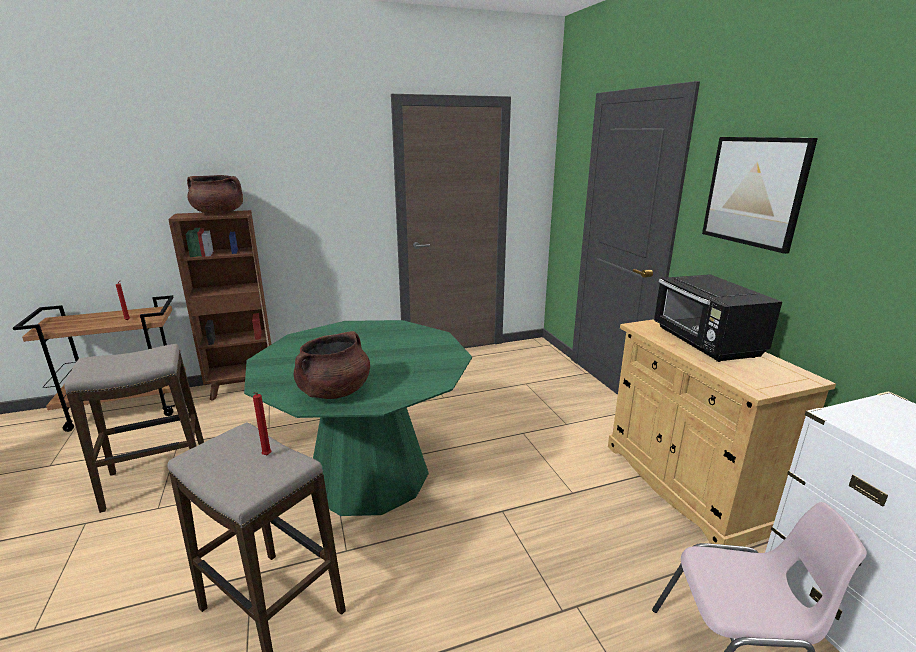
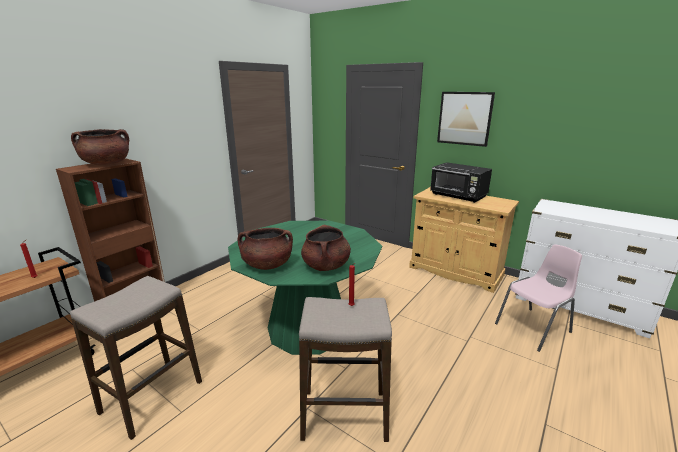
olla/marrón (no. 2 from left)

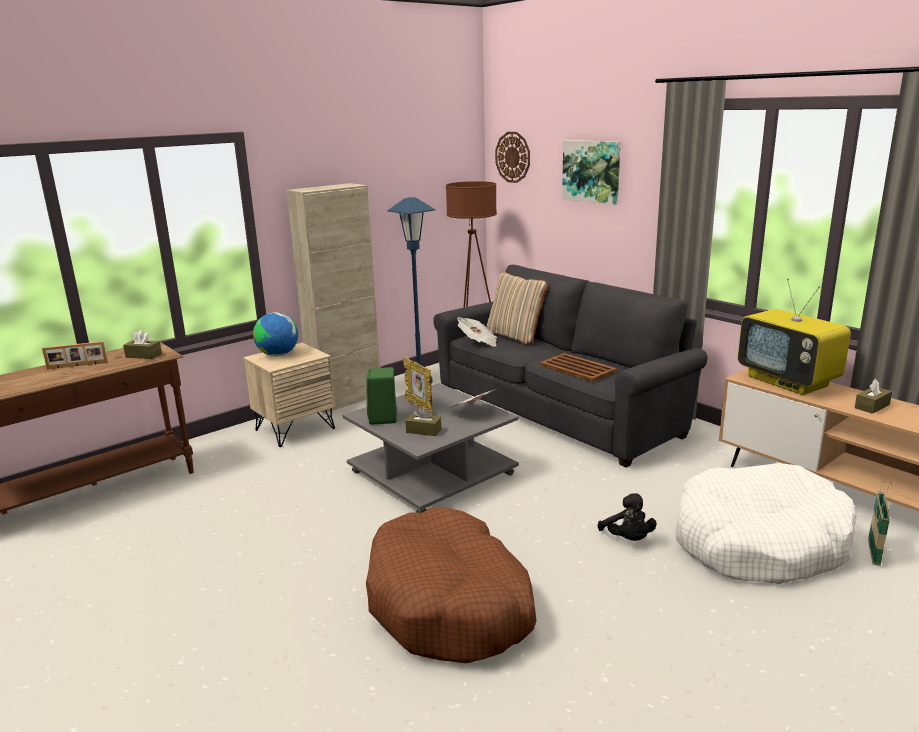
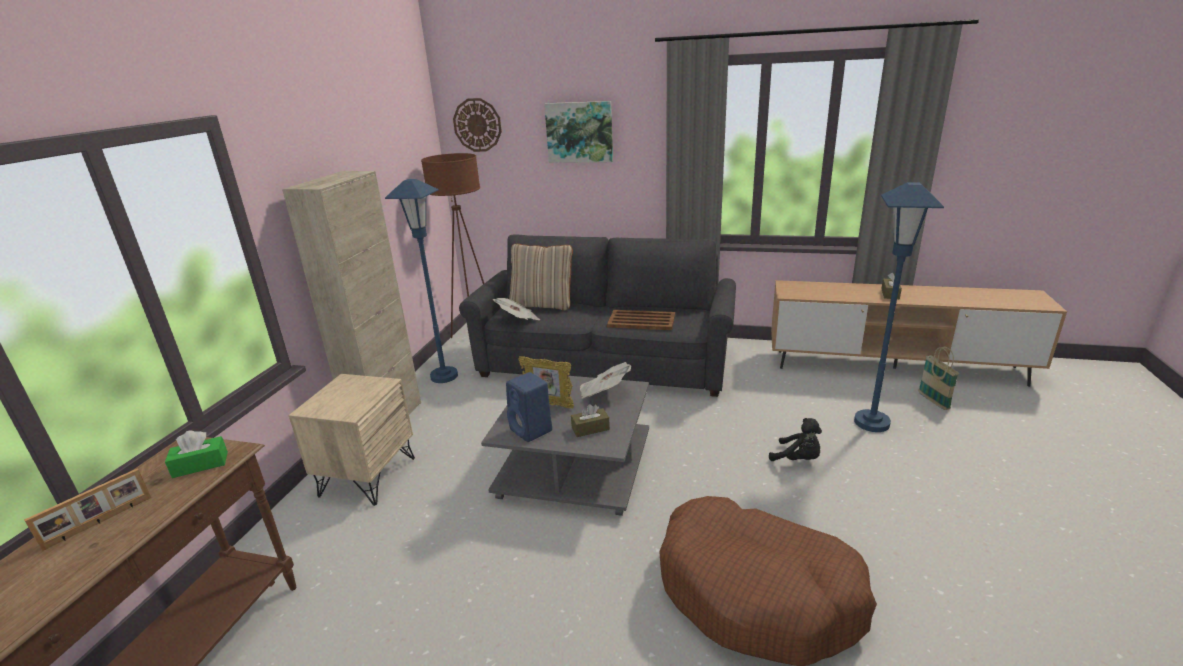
televisor
globo terráqueo
caja de pañuelos/verde
altavoz/azul
lámpara de pie/azul (no. 2 from left)

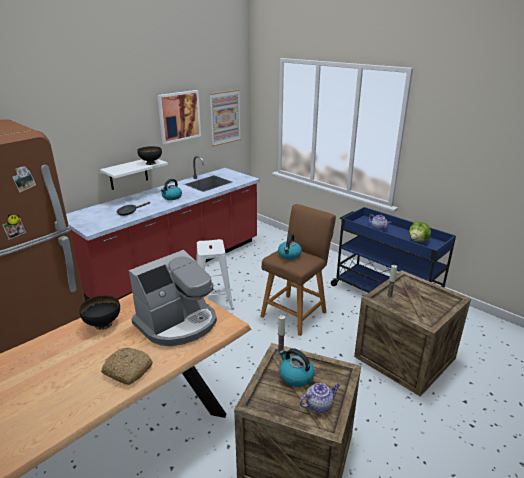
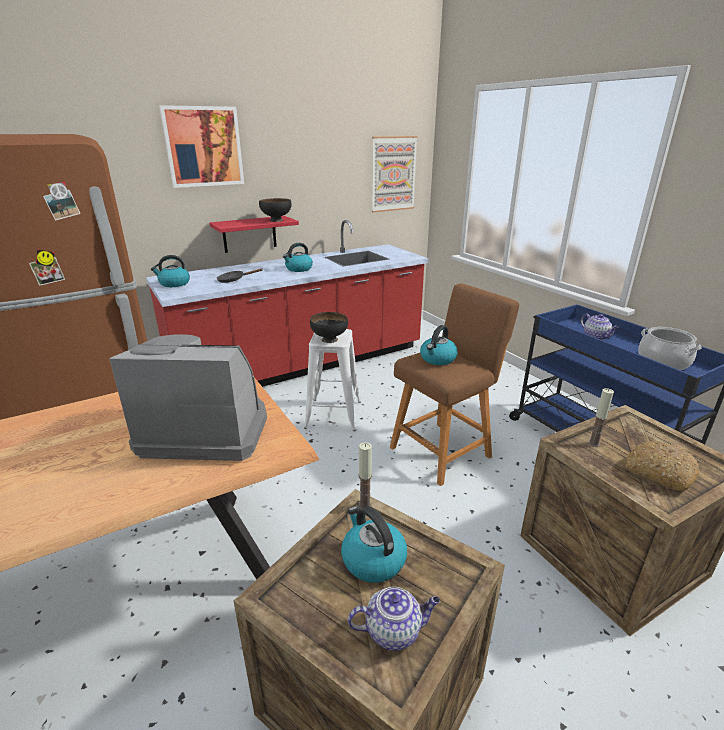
cuadro (no. 1 from left)
estante/rojo
olla
cafetera
cuenco/negro (no. 2 from left)
pan
hervidor (no. 1 from left)

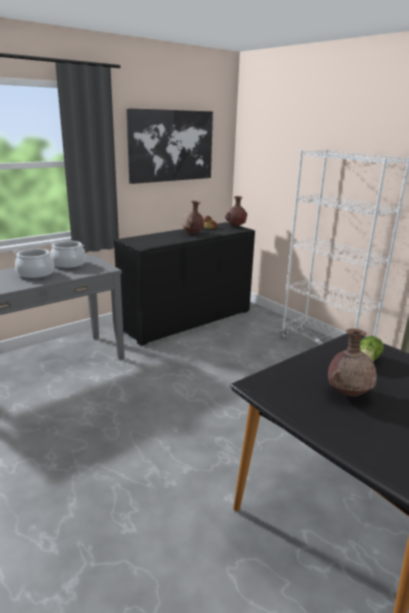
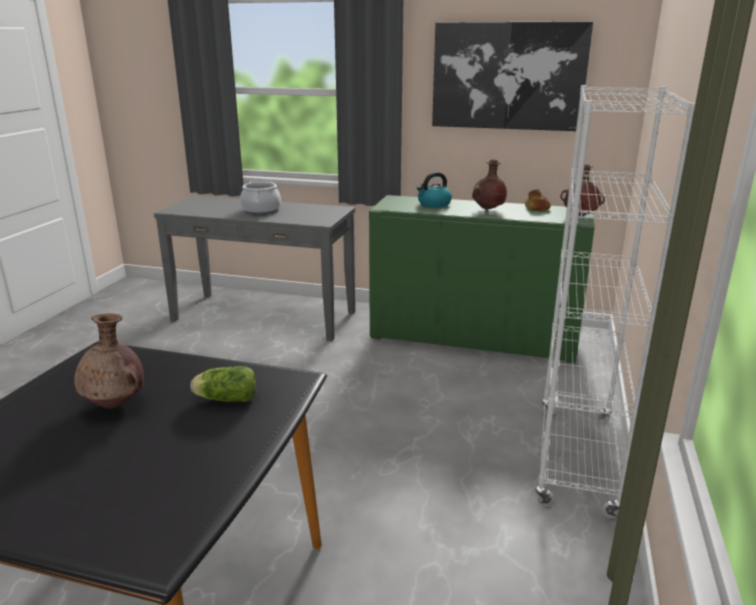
armario/verde
olla (no. 2 from left in the first image)
hervidor

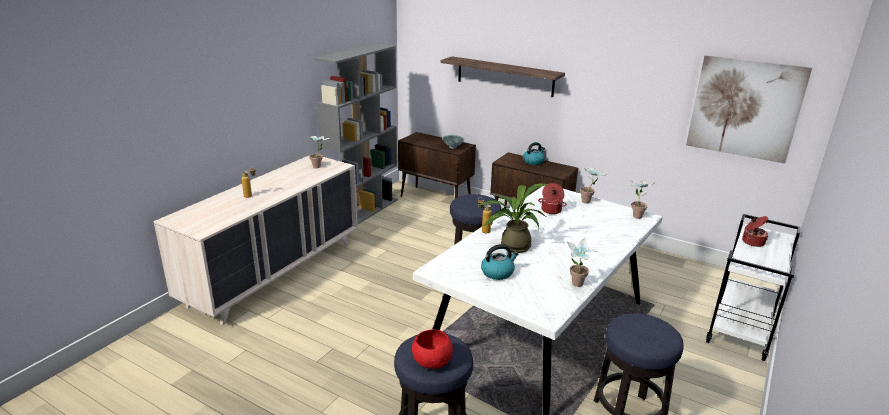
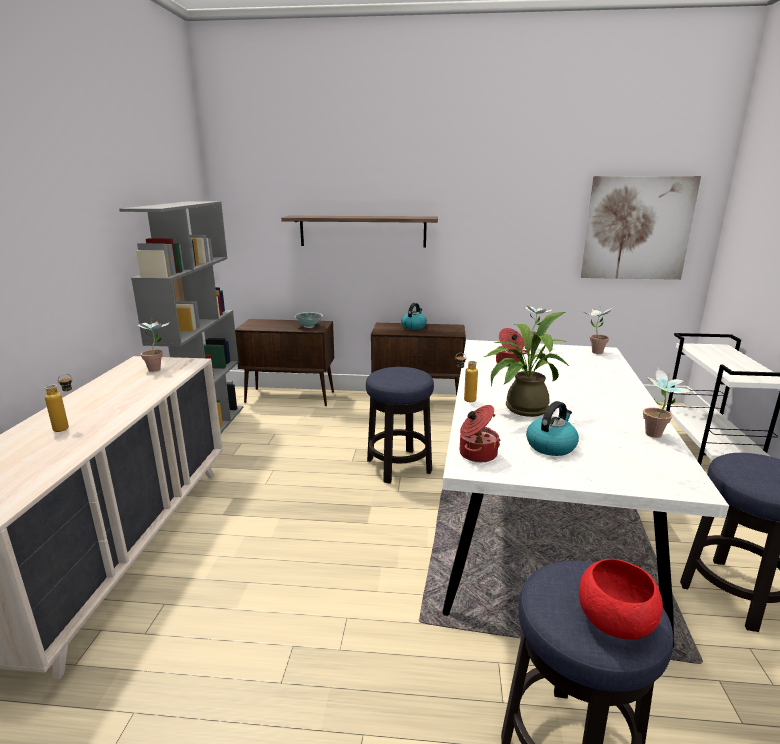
olla (no. 1 from left)

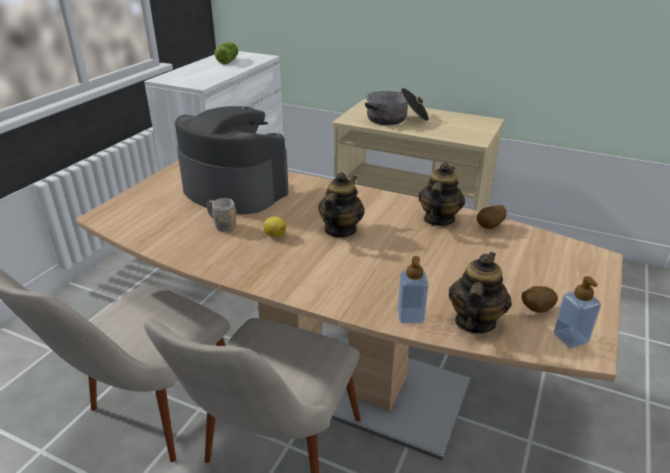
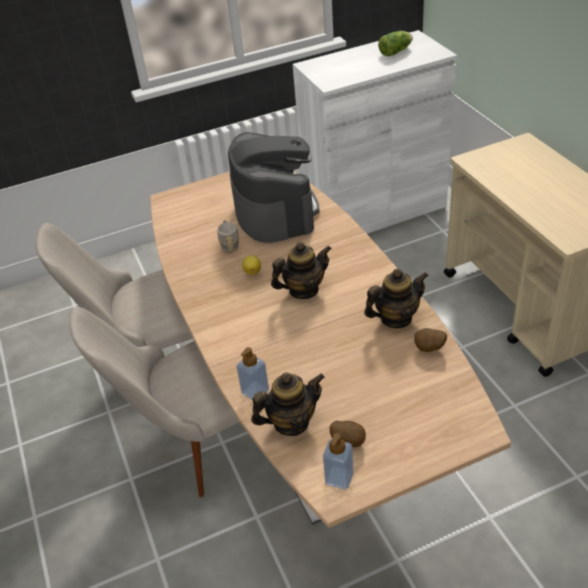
olla

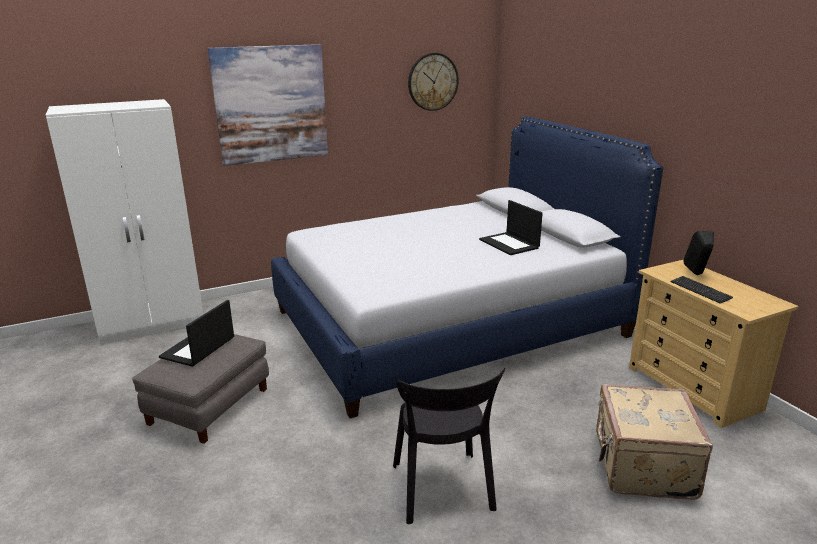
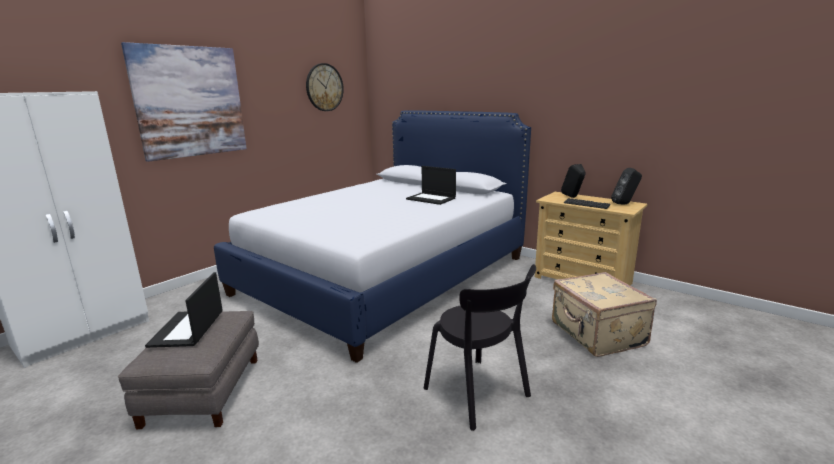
altavoz/negro (no. 2 from left)

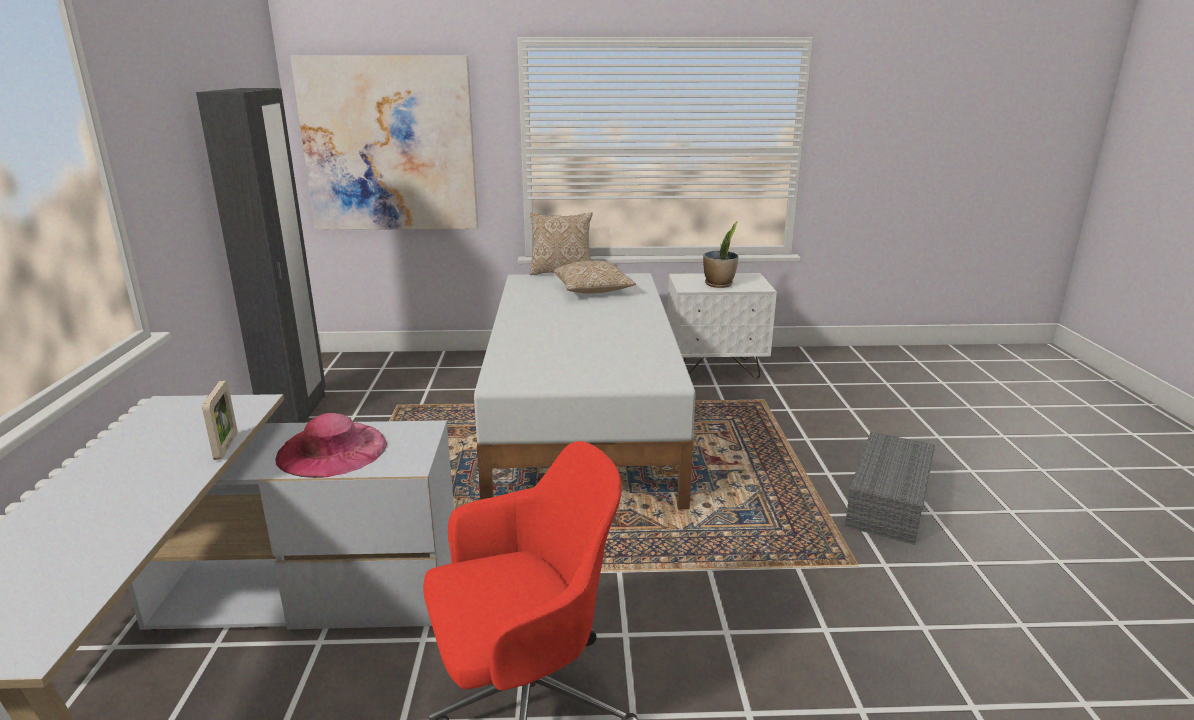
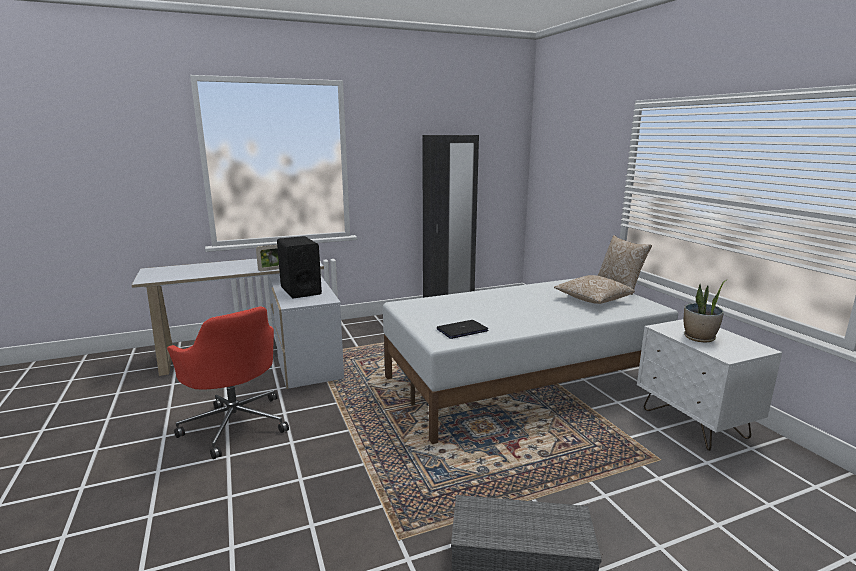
cuadro
altavoz/negro
portátil

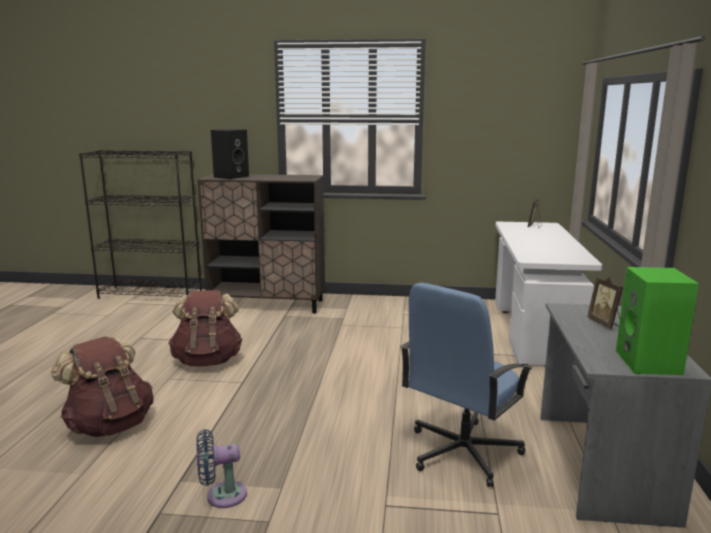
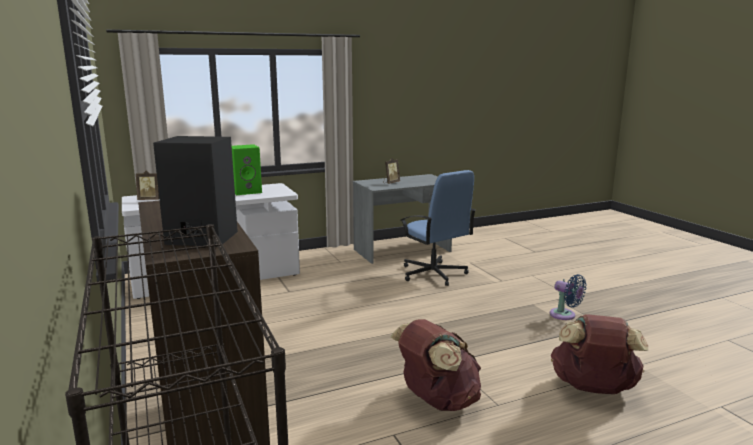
altavoz/verde
silla de oficina/azul

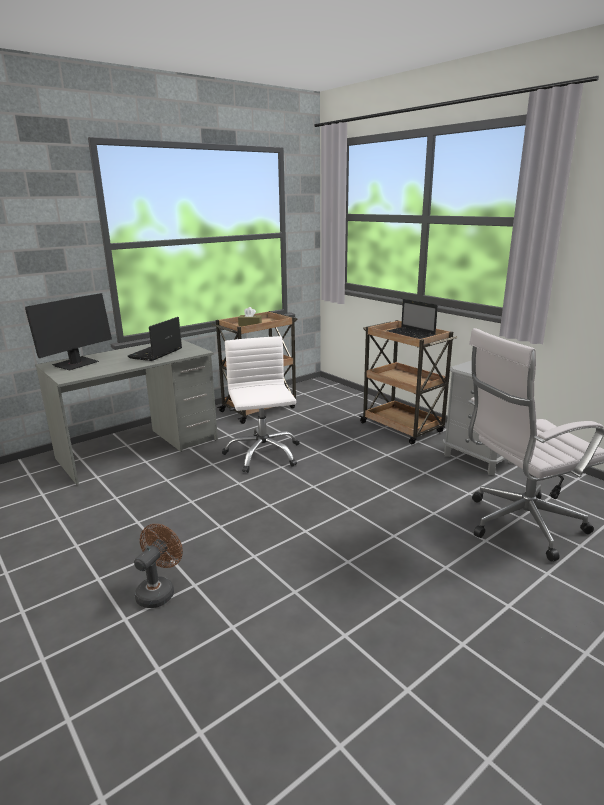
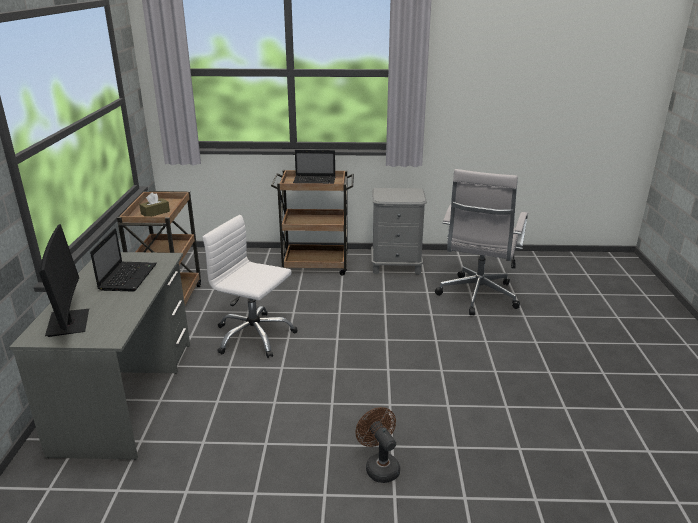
portátil (no. 1 from left)

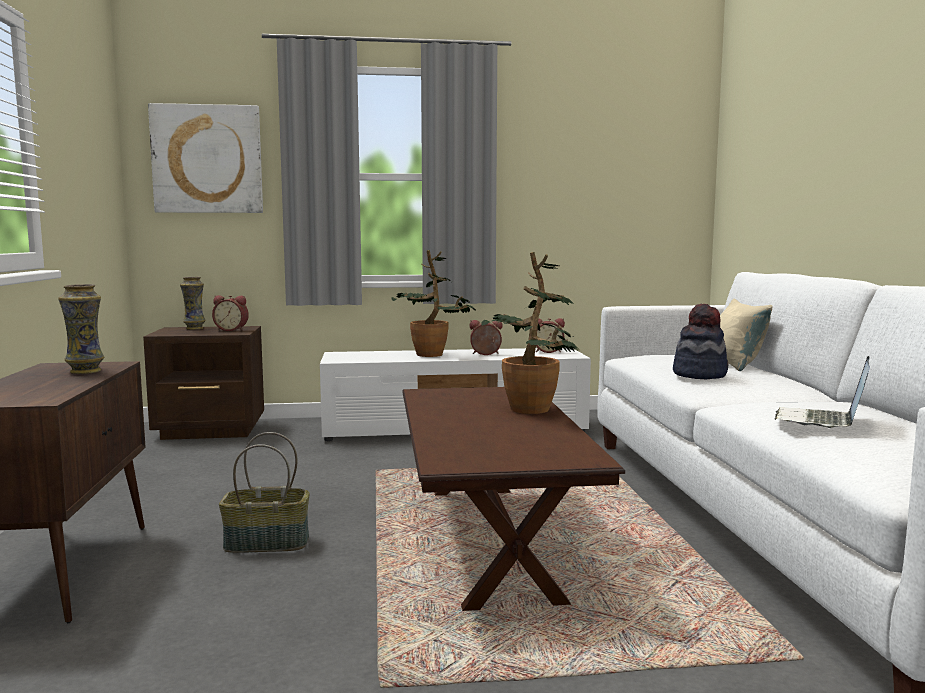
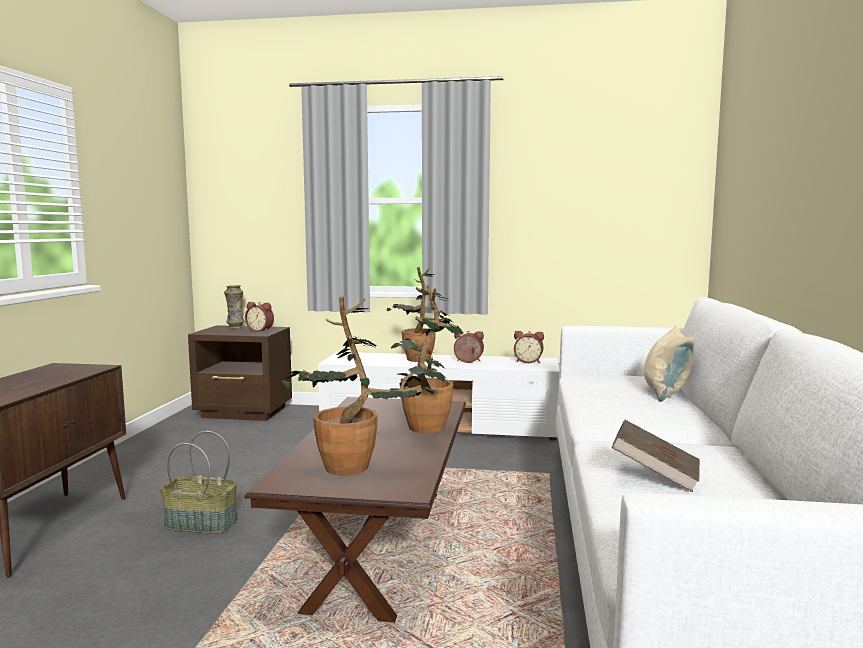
cuadro
florero (no. 1 from left in the first image)
sombrero
libro/marrón
planta en maceta (no. 1 from left)

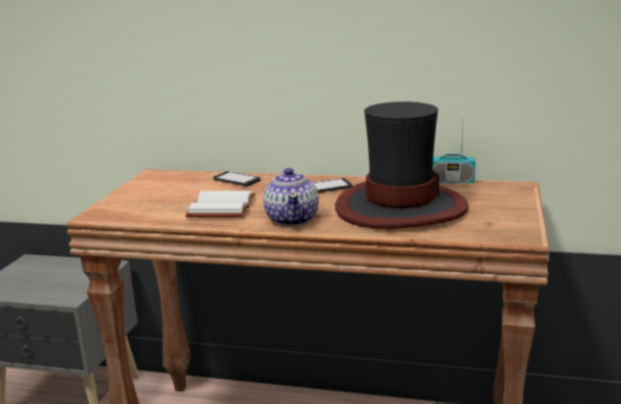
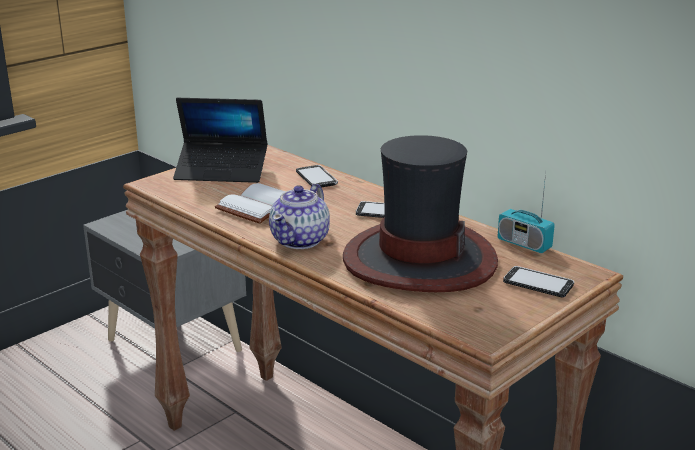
portátil
móvil (no. 3 from left)

